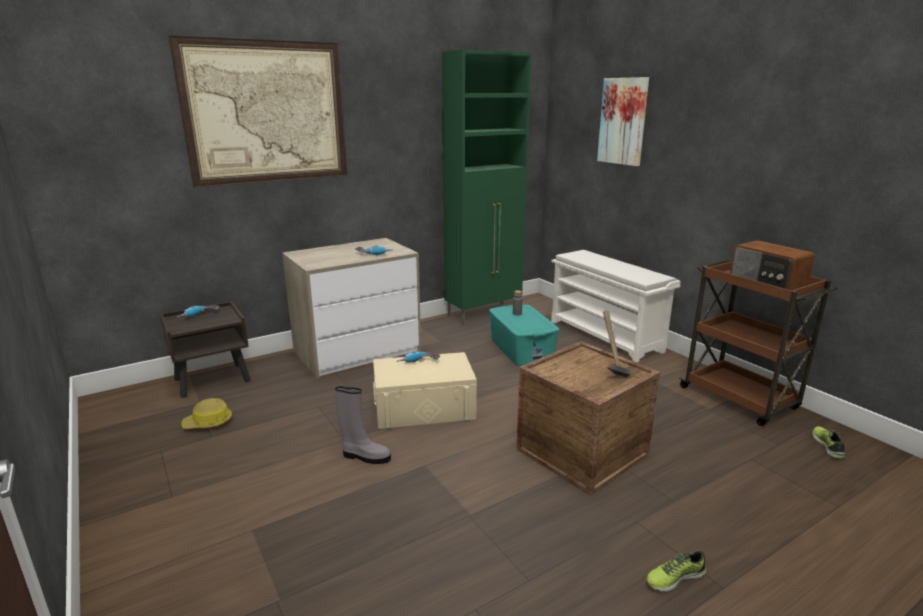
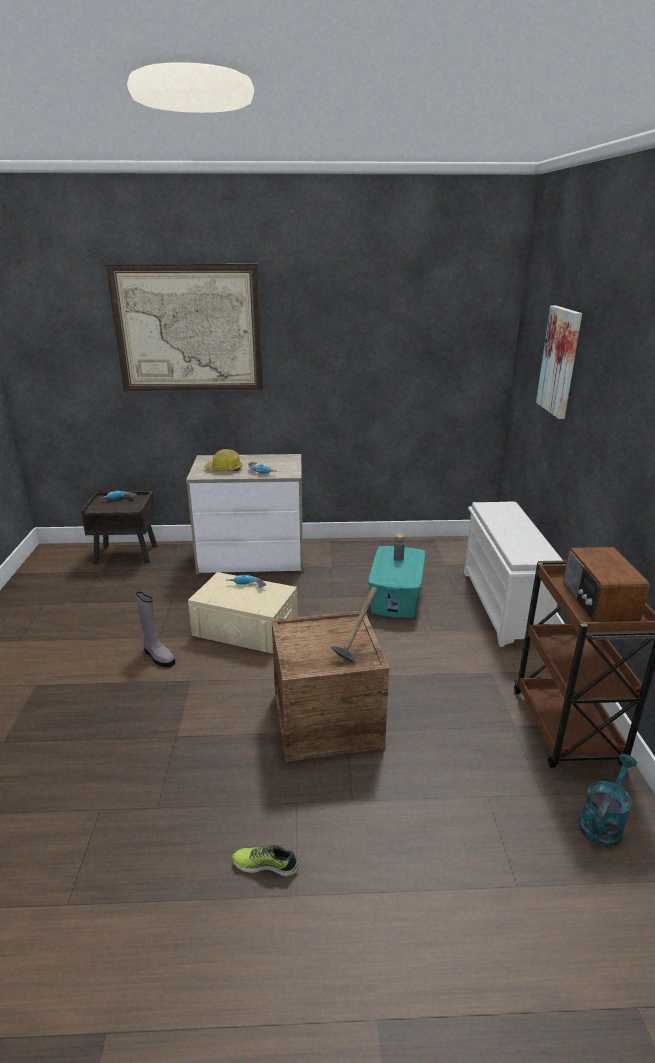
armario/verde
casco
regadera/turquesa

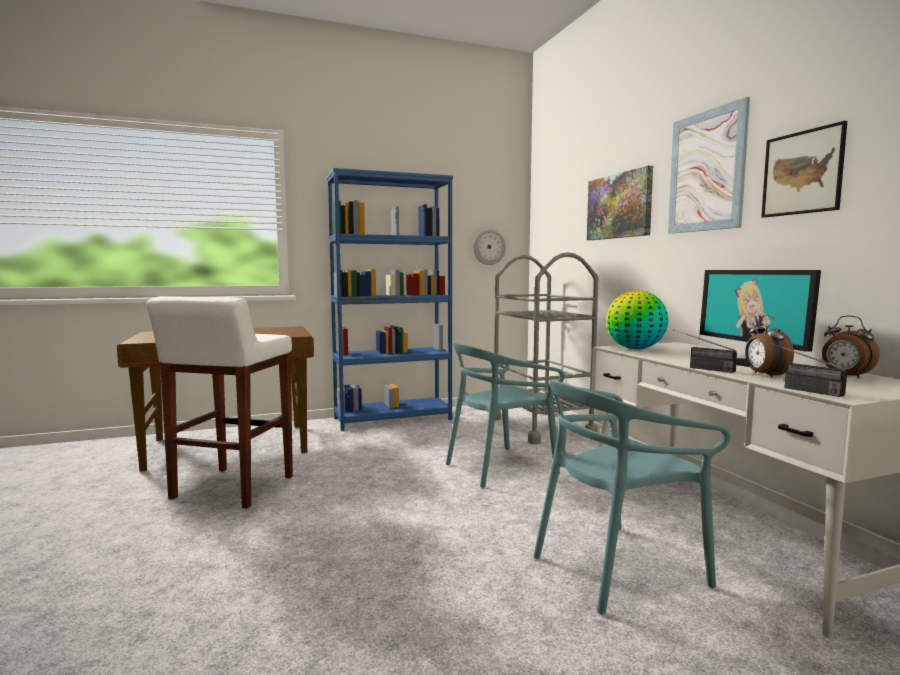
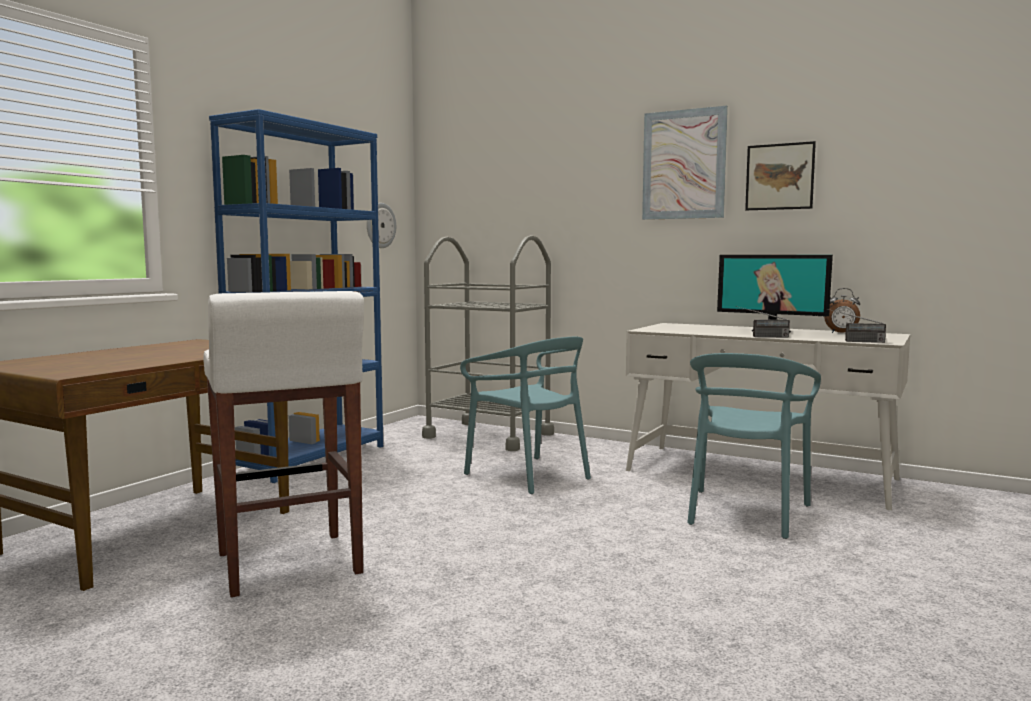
cuadro (no. 1 from left in the first image)
globo terráqueo
despertador (no. 1 from left in the first image)
silla/turquesa (no. 1 from left)

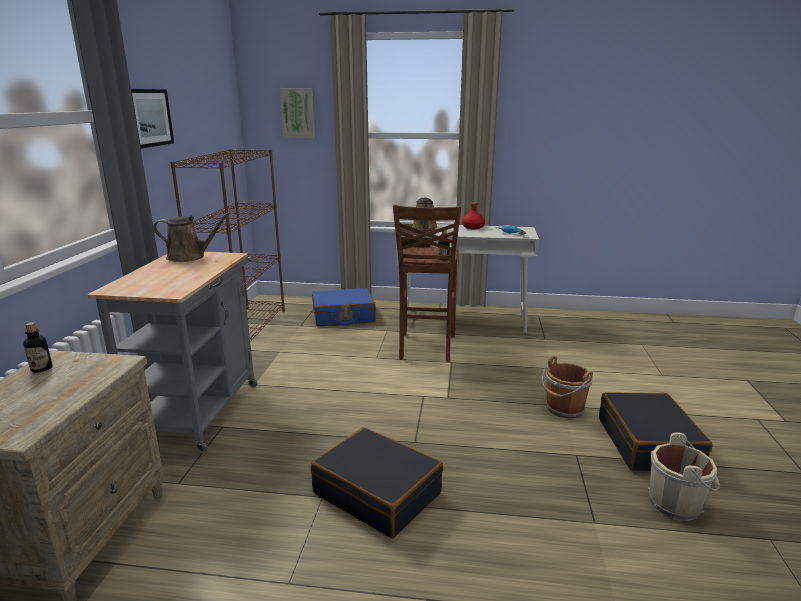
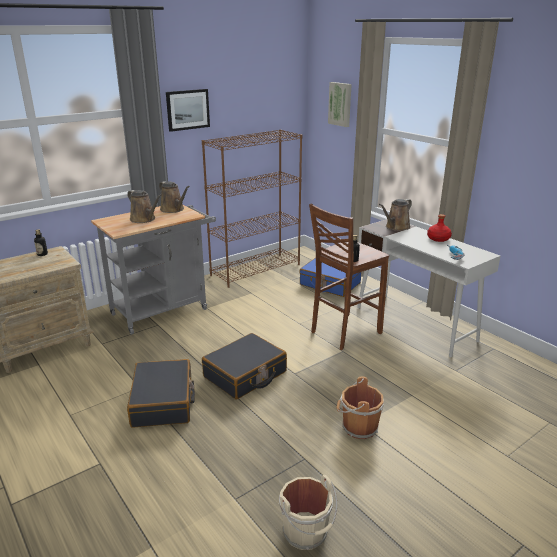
maleta/negro (no. 2 from left)
regadera/marrón (no. 1 from left)

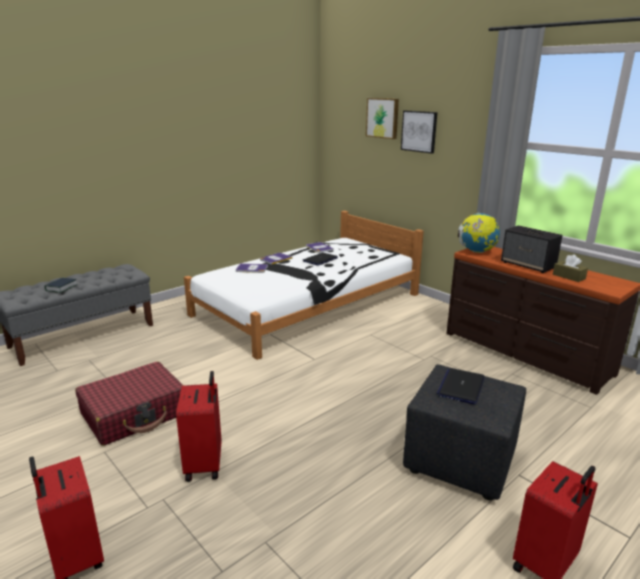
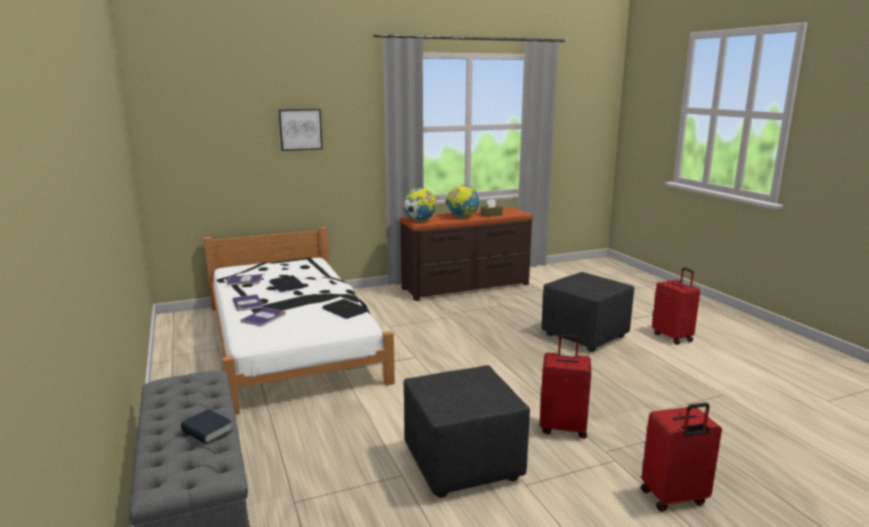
cuadro (no. 1 from left in the first image)
globo terráqueo (no. 2 from left)
puf/negro (no. 1 from left)
portátil (no. 2 from left)

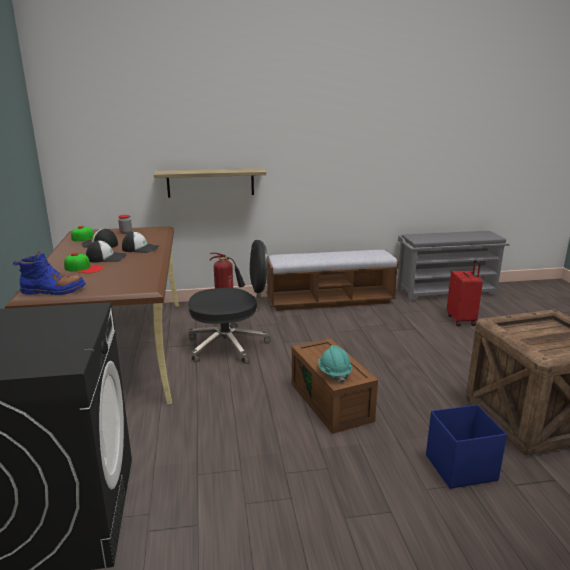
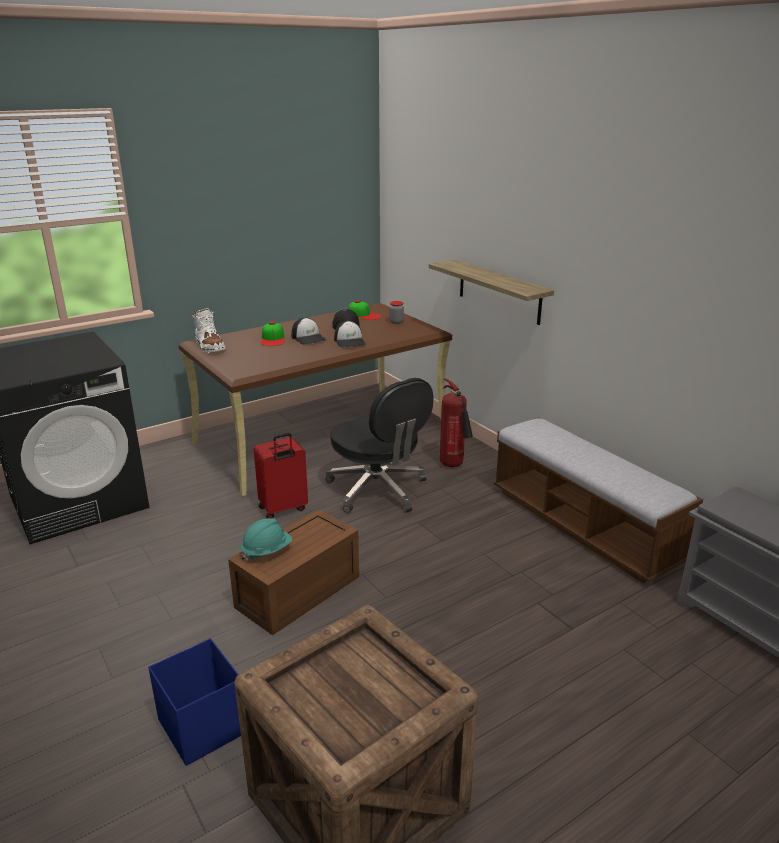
bota/blanco
maleta/rojo

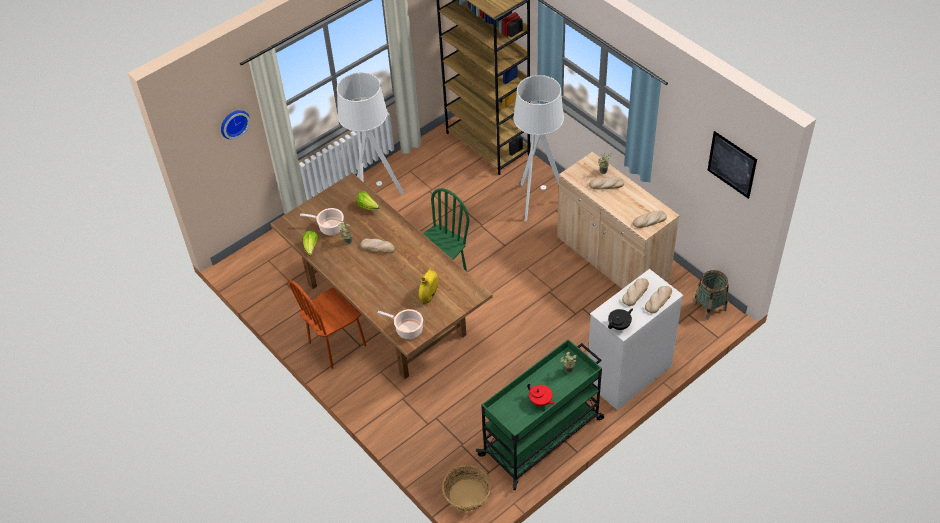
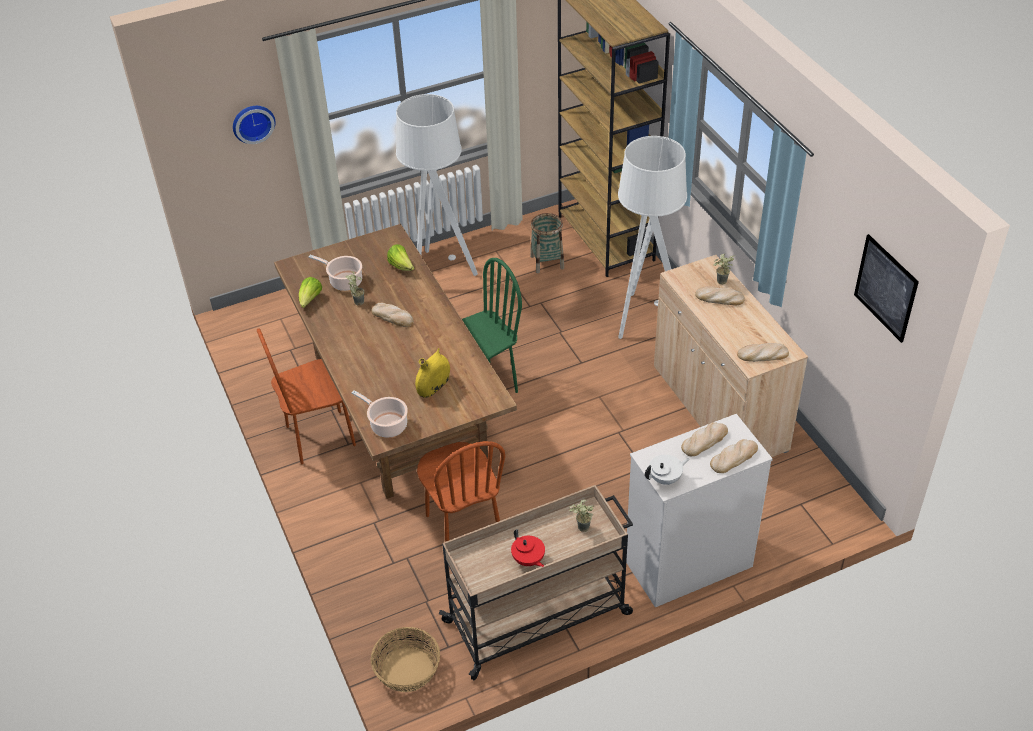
cesta (no. 2 from left)
tetera/blanco
carrito/beis
silla/marrón (no. 2 from left)

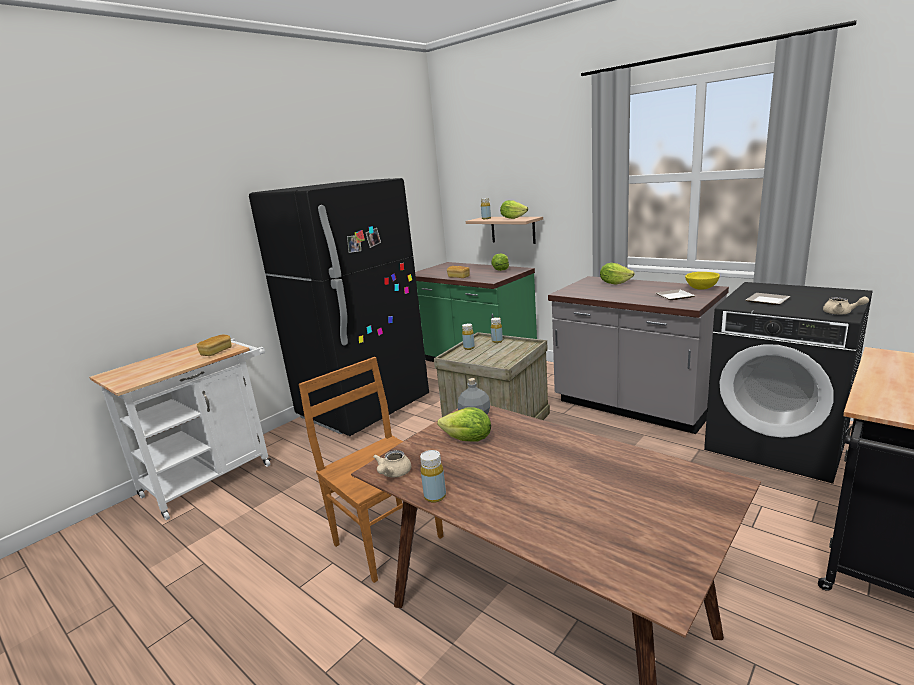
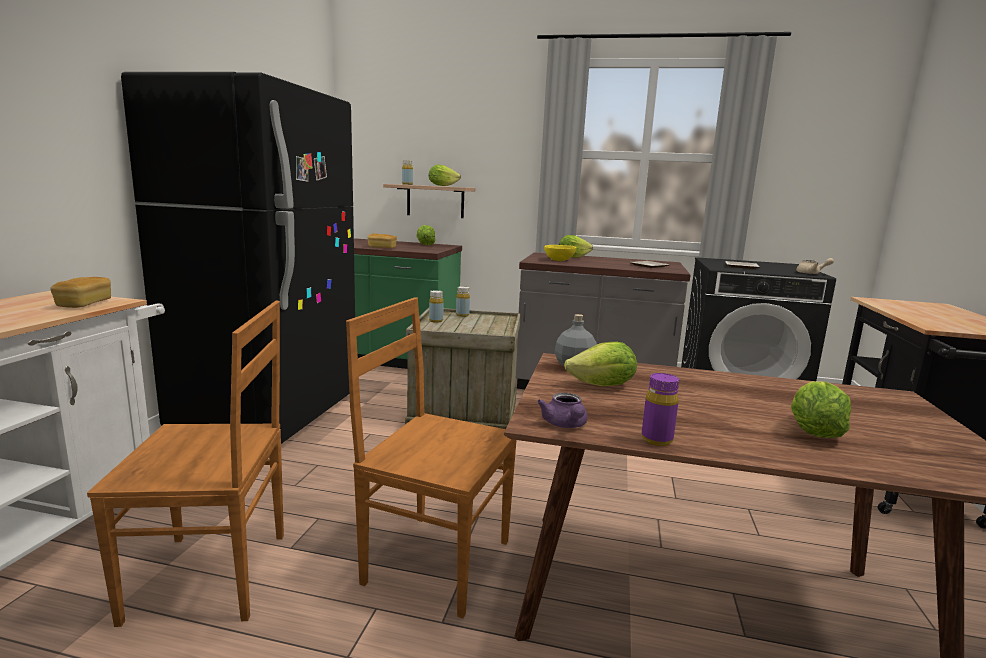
cuenco/amarillo
tetera/morado
botella/morado
silla/marrón (no. 1 from left)
lechuga (no. 5 from left)

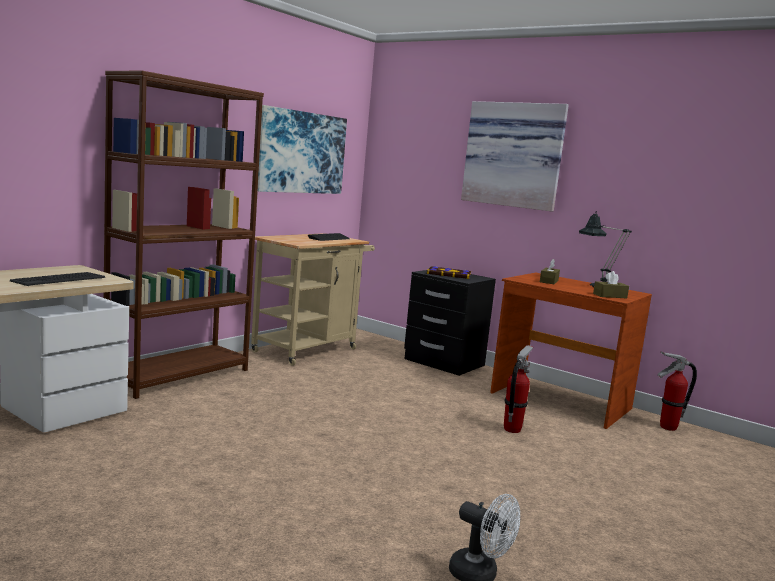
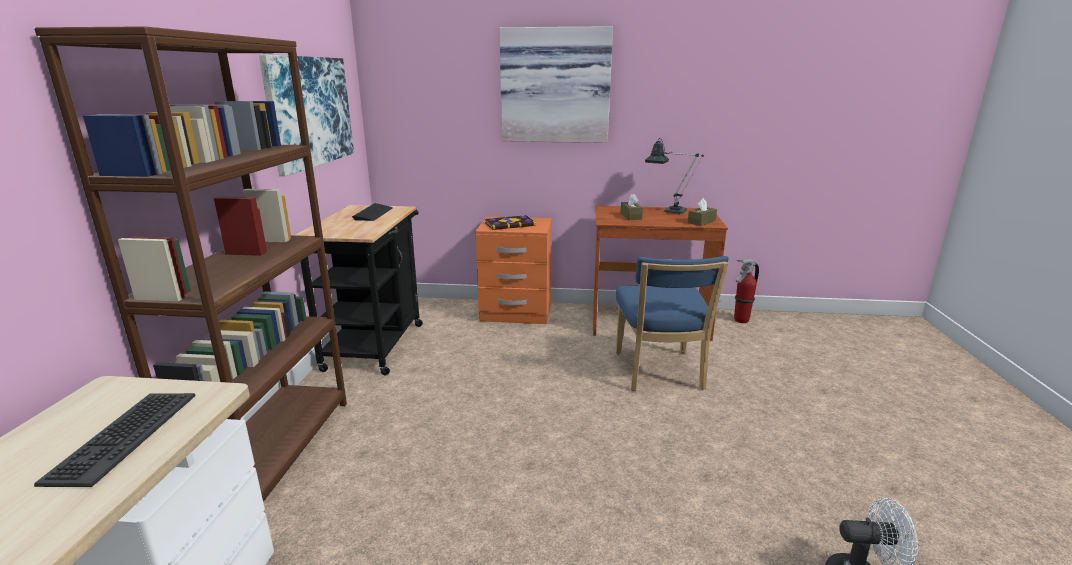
carrito/negro
mesita de noche/naranja
silla/azul

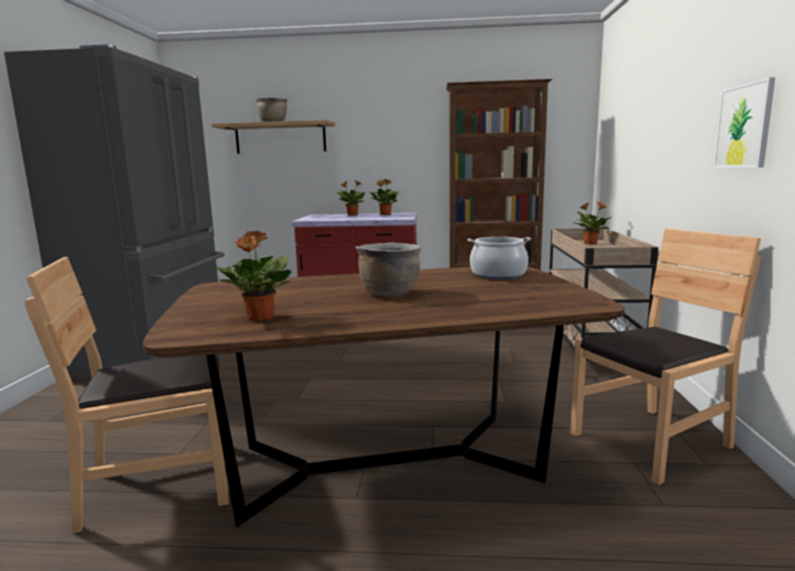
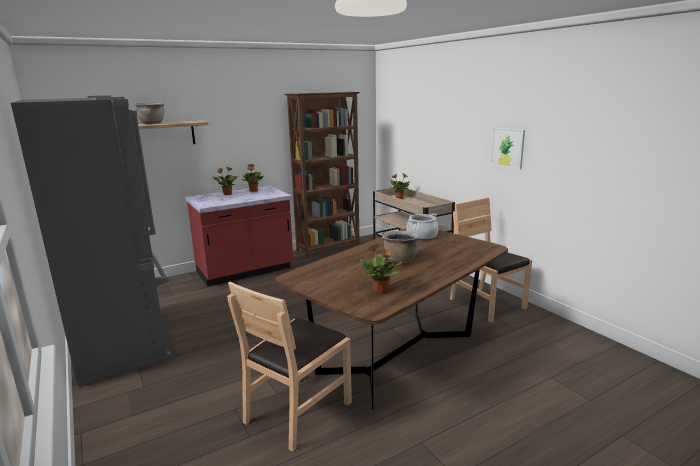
silla/marrón (no. 2 from left)

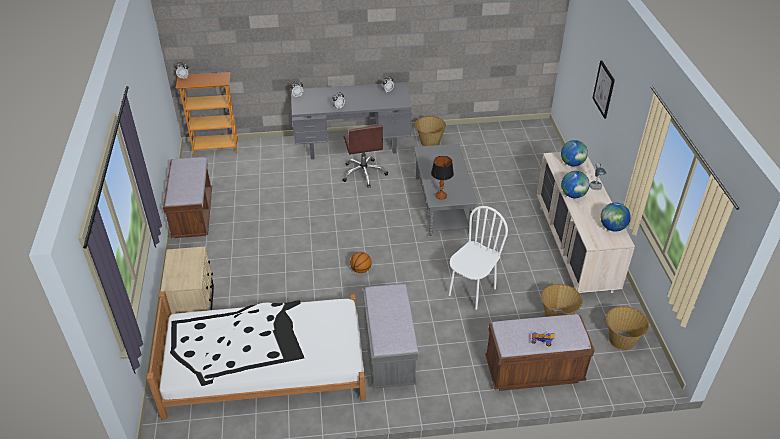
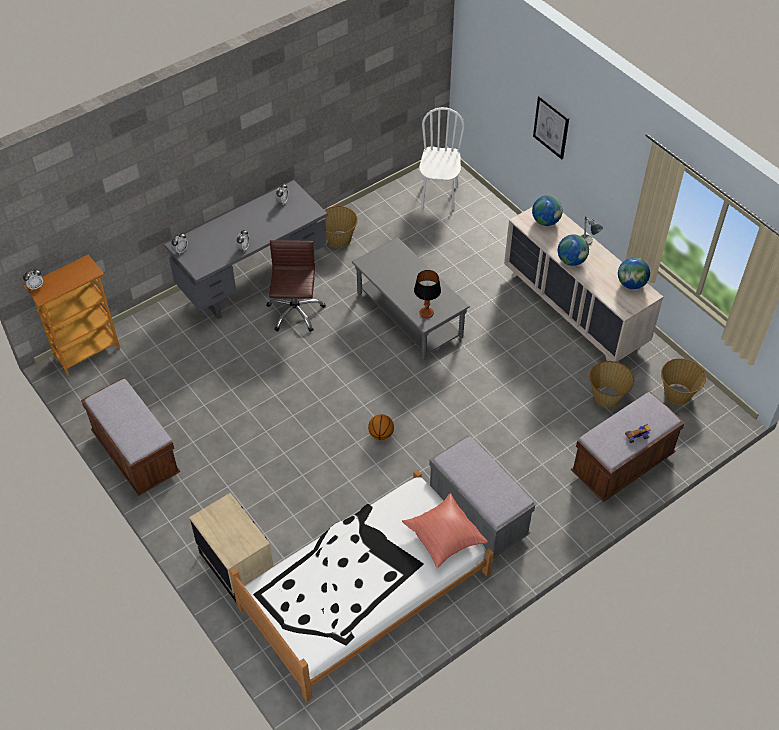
silla de oficina/marrón
silla/blanco
cojín/rojo

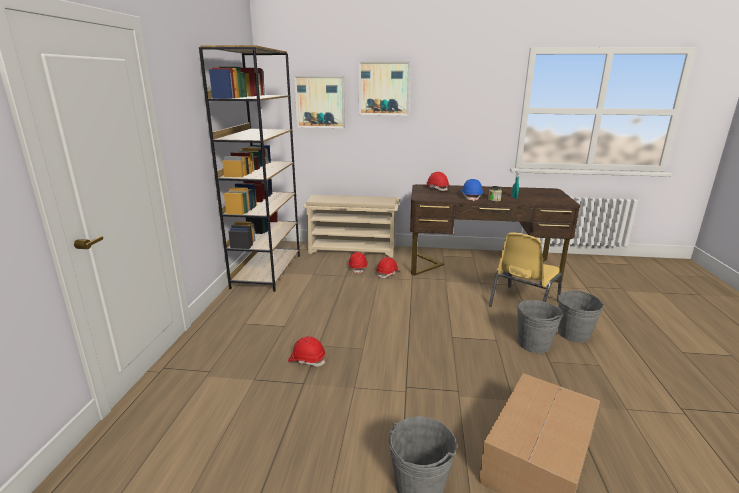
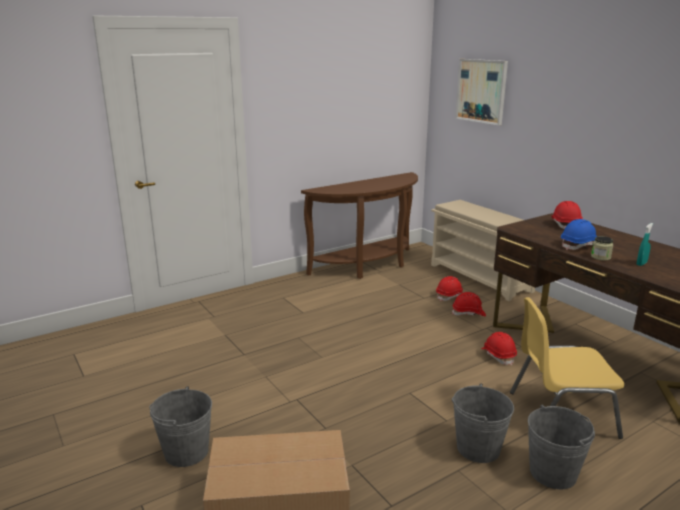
mesa consola/marrón
cuadro (no. 2 from left in the first image)
casco/rojo (no. 3 from left)

